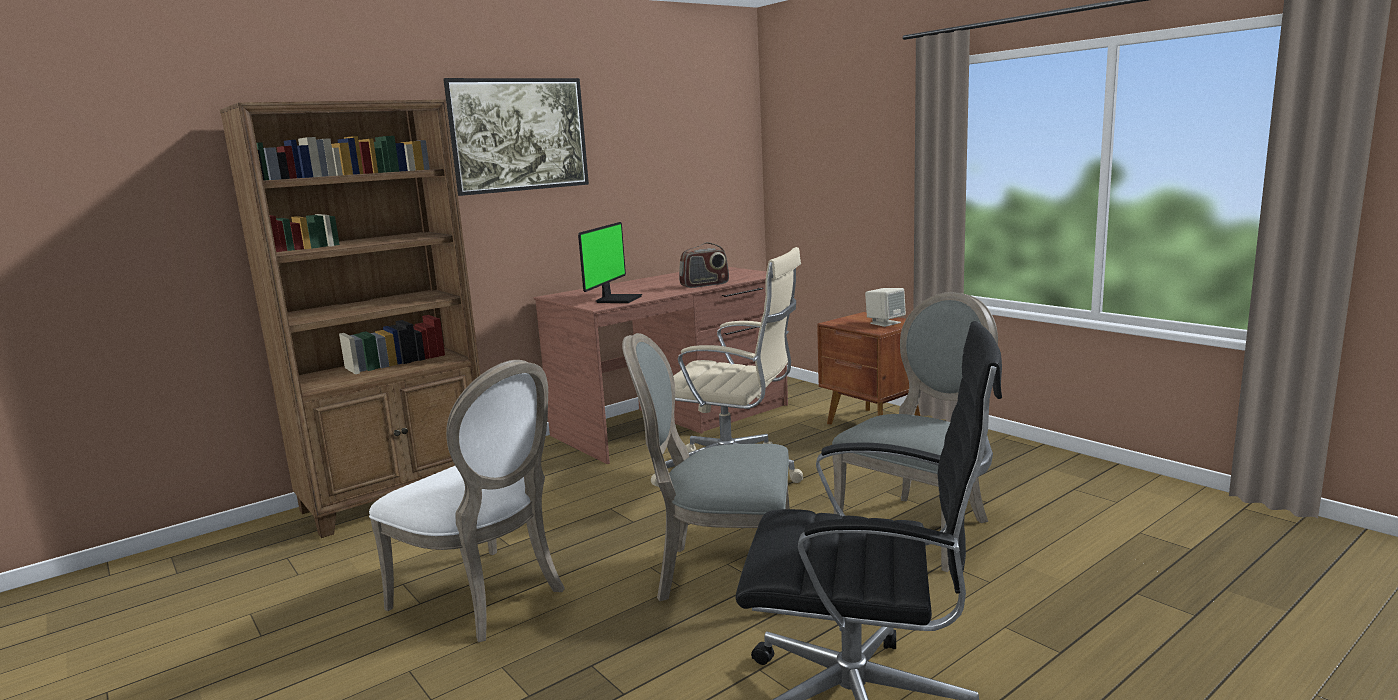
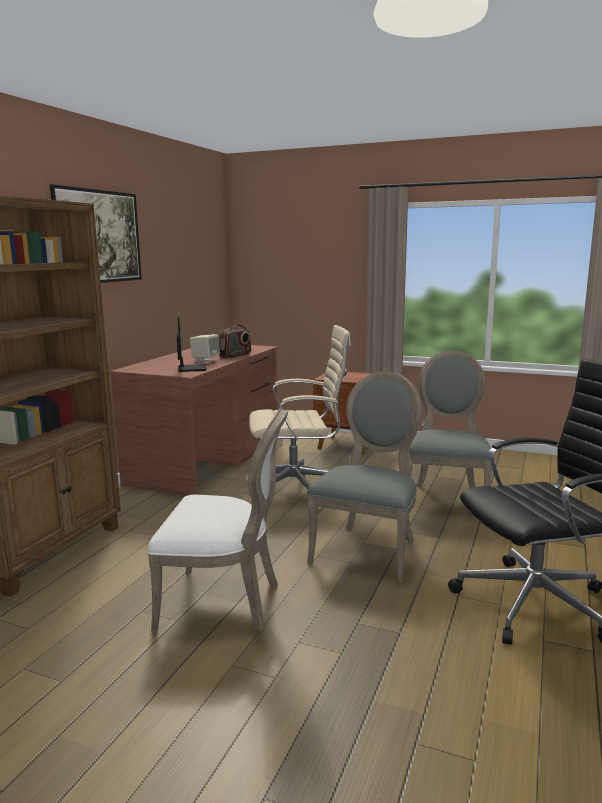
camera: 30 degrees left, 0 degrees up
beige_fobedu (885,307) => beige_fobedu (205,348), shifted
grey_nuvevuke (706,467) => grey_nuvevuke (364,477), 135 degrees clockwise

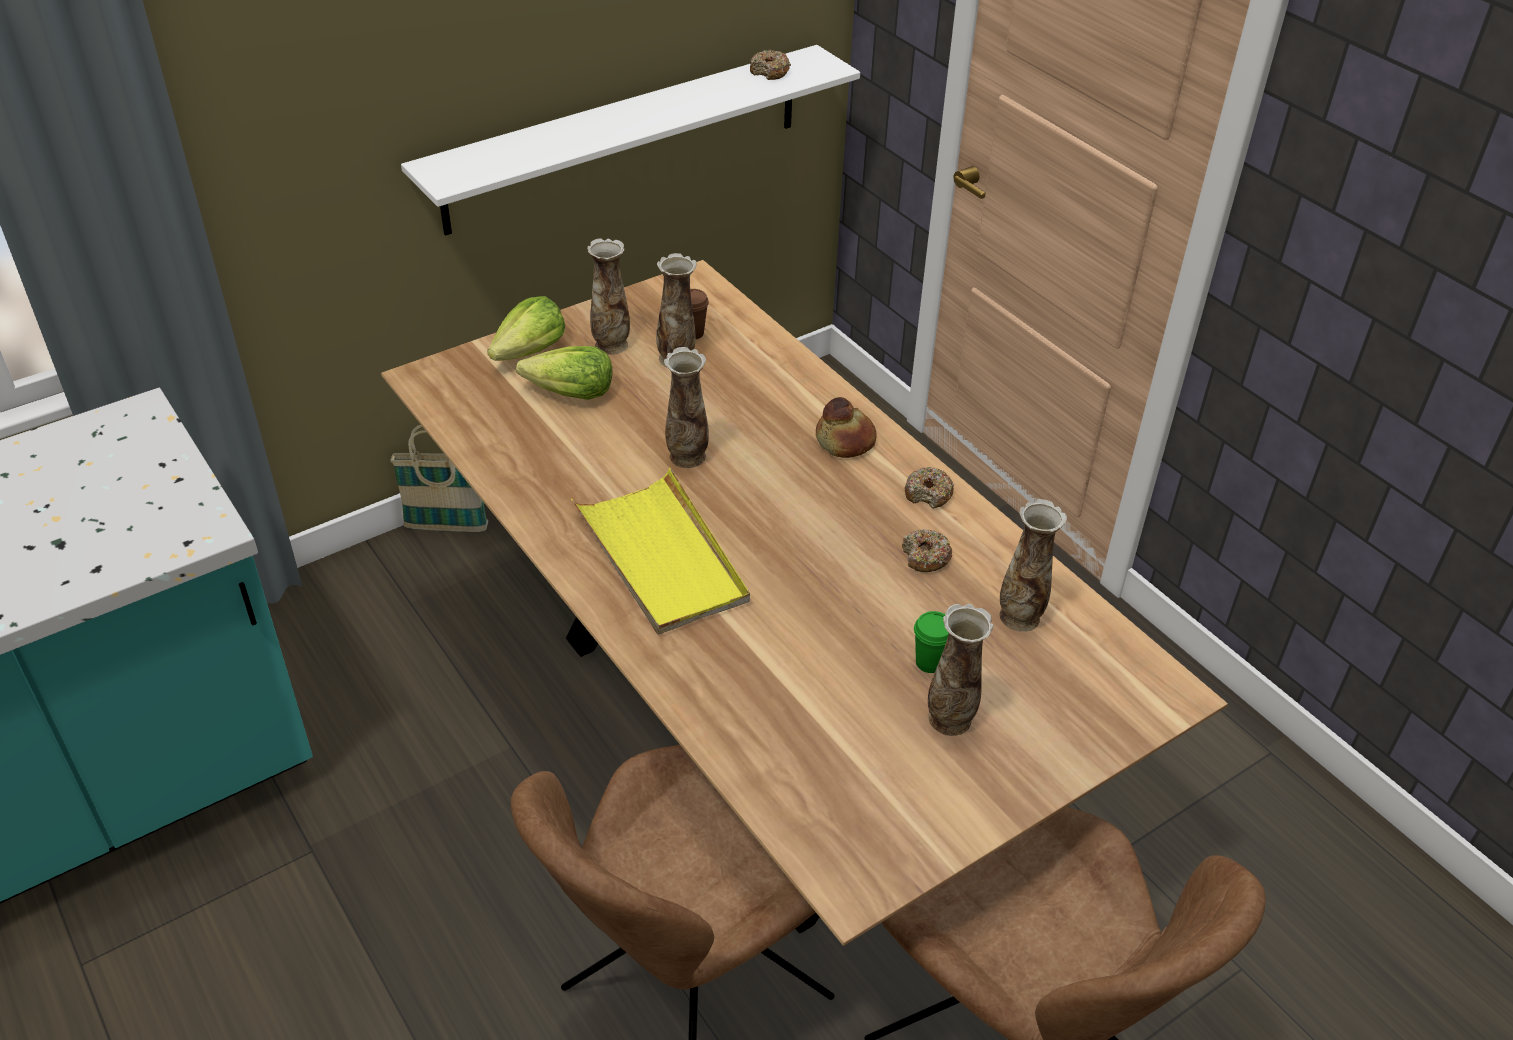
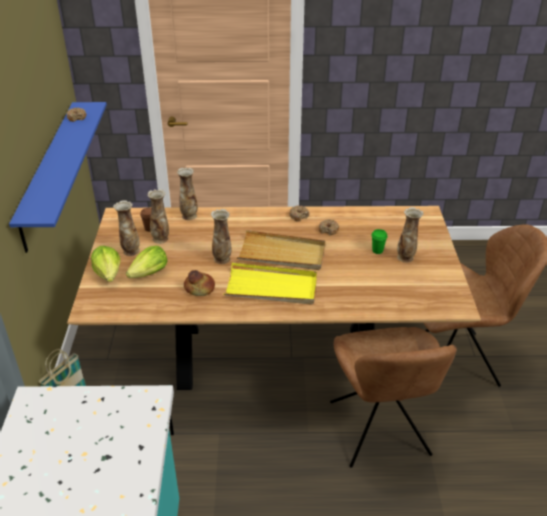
camera: 55 degrees left, 5 degrees down
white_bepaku (630,140) => blue_bepaku (58,177)
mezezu (1033,565) => mezezu (187,194), shifted
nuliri (846,427) => nuliri (199,283), shifted
nothing => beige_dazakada (281,250)

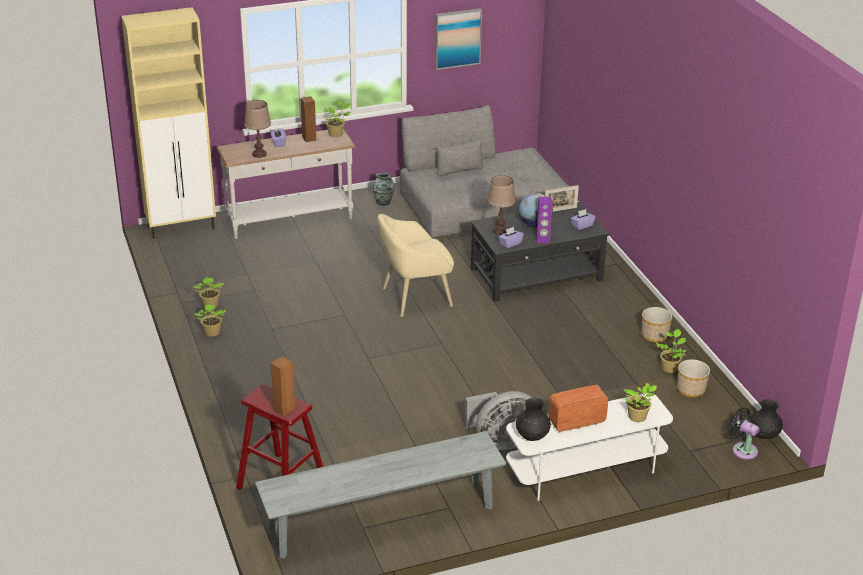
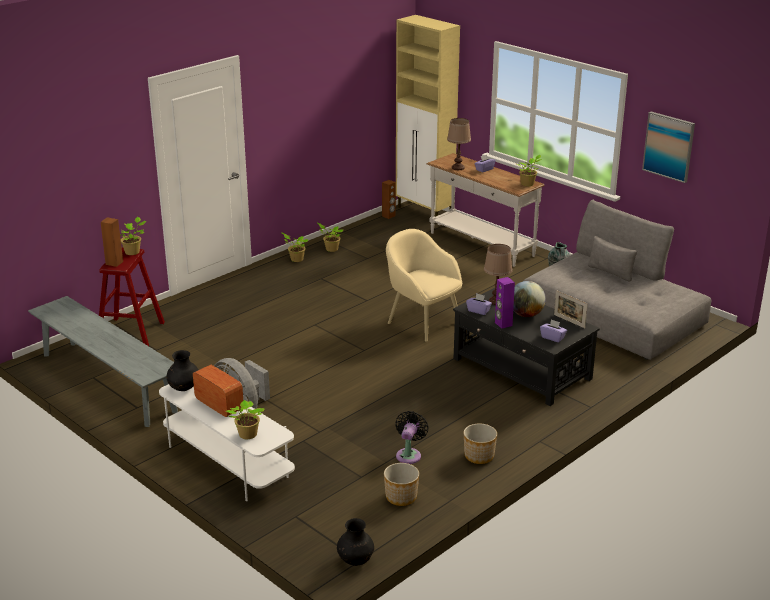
camera: 65 degrees right, 5 degrees down
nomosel (671,351) => nomosel (133,236), shifted
brown_fobedu (308,119) => brown_fobedu (389,199), shifted
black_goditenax (744,434) => black_goditenax (412,437), shifted

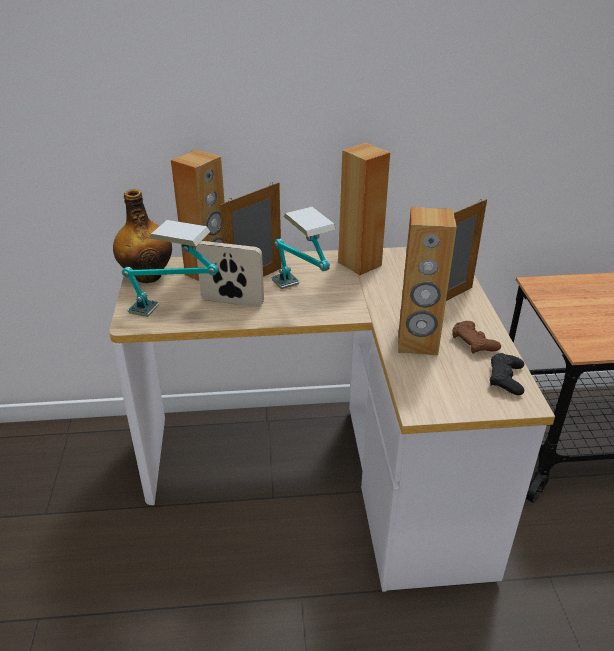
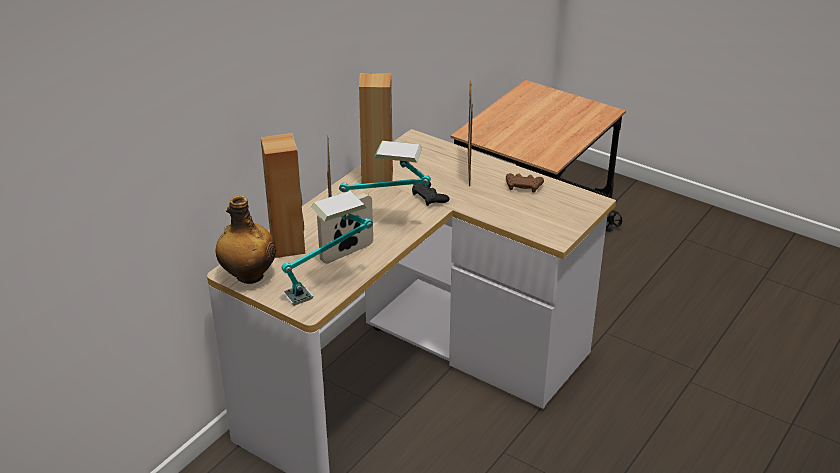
camera: 50 degrees left, 0 degrees up
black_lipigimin (507,374) => black_lipigimin (430,194), shifted
brown_fobedu (427,281) => nothing

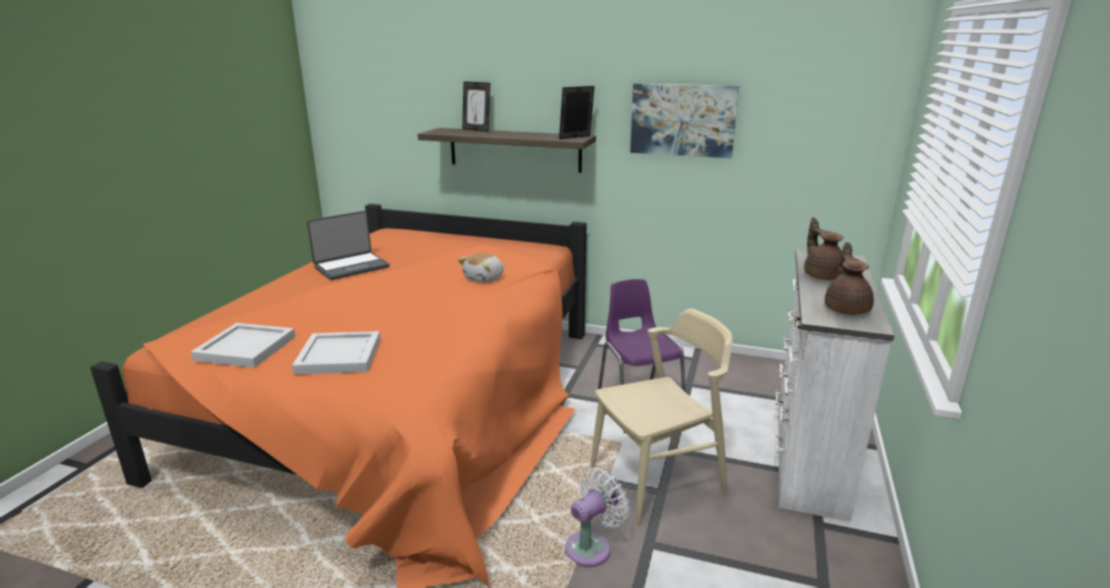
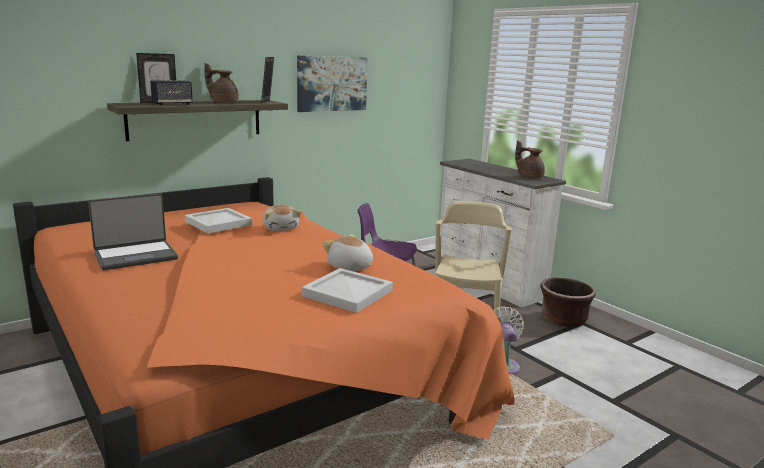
camera: 55 degrees left, 5 degrees down
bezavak (348,245) => bezavak (133,231), 60 degrees clockwise
nothing => fobedu (171,93)
white_dazakada (243,345) => white_dazakada (218,220), shifted
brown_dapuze (823,248) => brown_dapuze (222,83), shifted
nothing => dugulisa (347,252)
nothing => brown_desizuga (568,302)

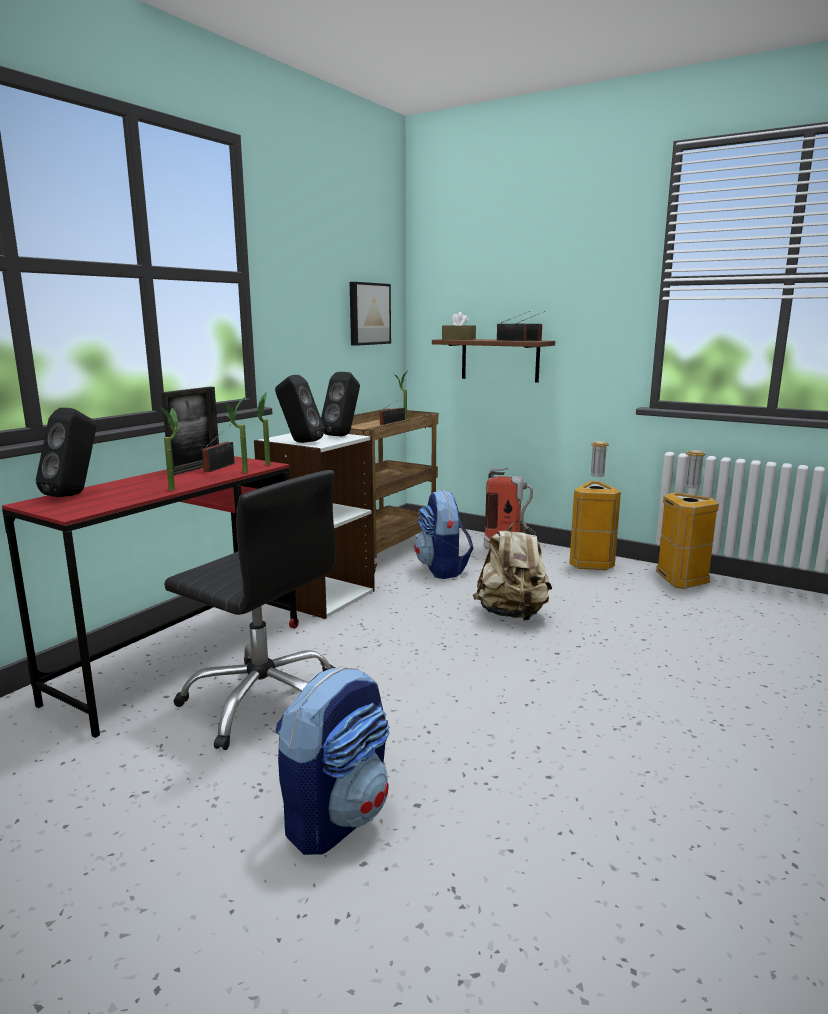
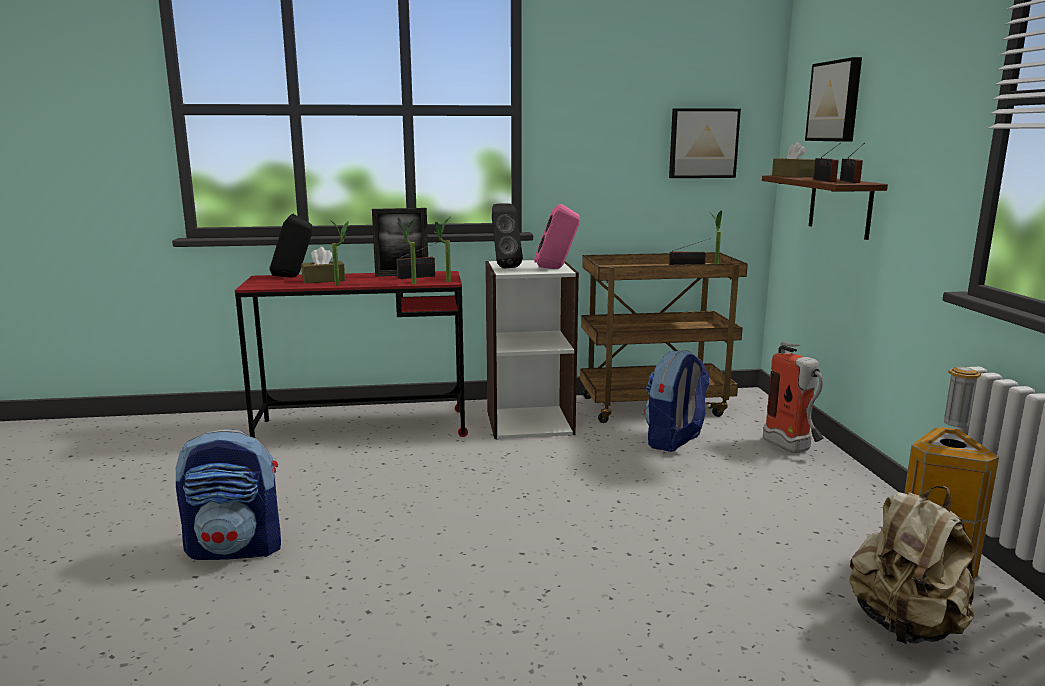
camera: 50 degrees right, 0 degrees up
nothing => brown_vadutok (323,265)
black_fobedu (340,404) => pink_fobedu (557,236)
nothing => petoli (833,99)
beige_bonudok (512,570) => beige_bonudok (912,565), shifted
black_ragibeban (249,610) => nothing
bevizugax (595,505) => nothing

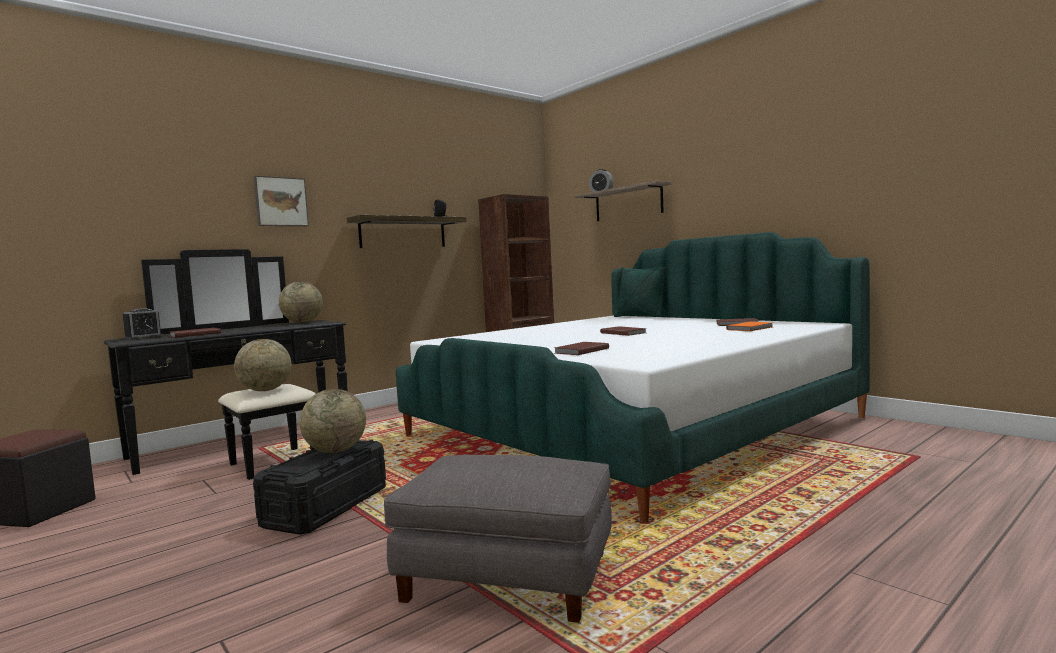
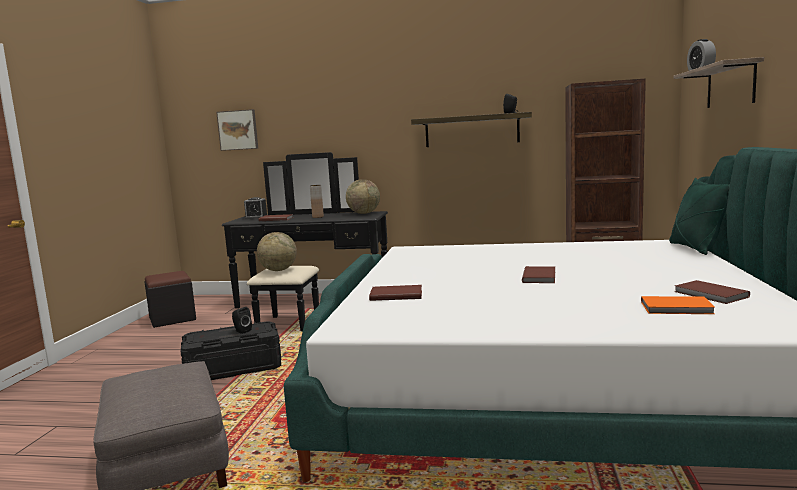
camera: 50 degrees right, 5 degrees up
petoli (281,201) => petoli (237,130), shifted
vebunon (333,421) => black_fobedu (242,320)
nothing => brown_mezezu (317,201)

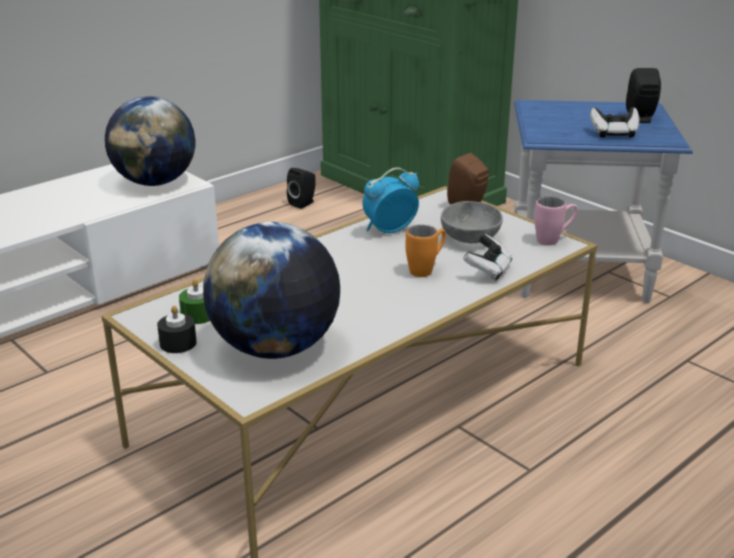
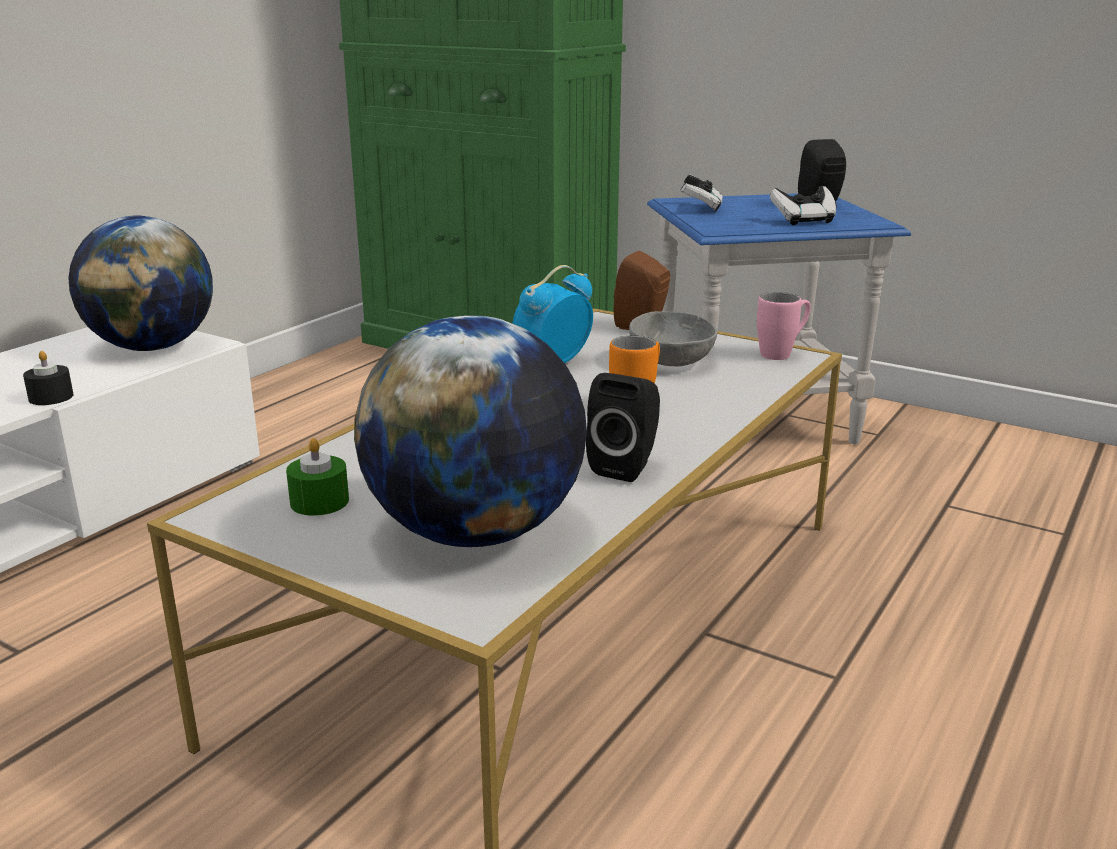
camera: 15 degrees left, 5 degrees down
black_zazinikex (177,329) => black_zazinikex (48,378), shifted
black_fobedu (301,188) => black_fobedu (623,427), shifted
lipigimin (488,257) => lipigimin (702,194), shifted

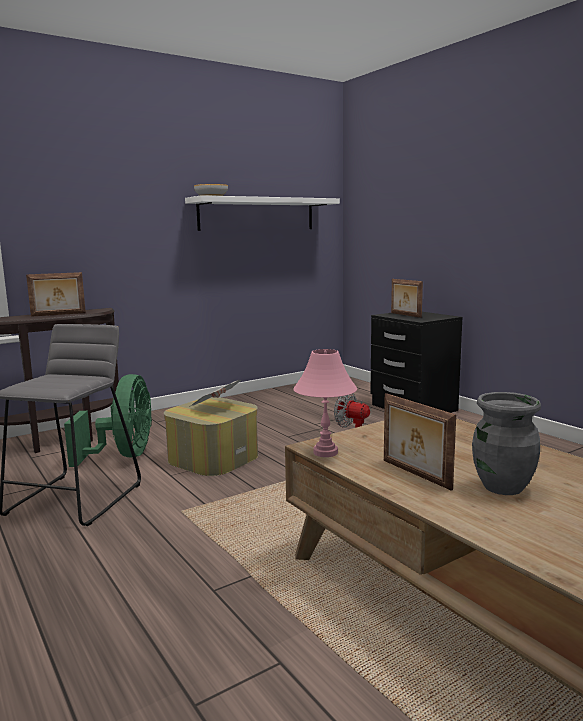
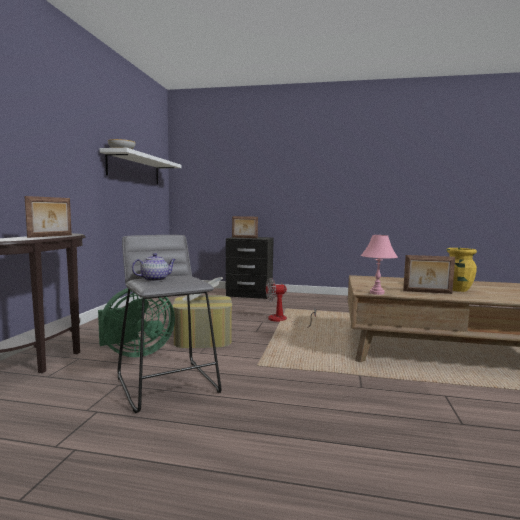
camera: 45 degrees left, 5 degrees down
green_goditenax (108,420) => green_goditenax (136,322), 105 degrees clockwise
nothing => dapuze (154,267)
grey_mezezu (506,443) => yellow_mezezu (462,270)

